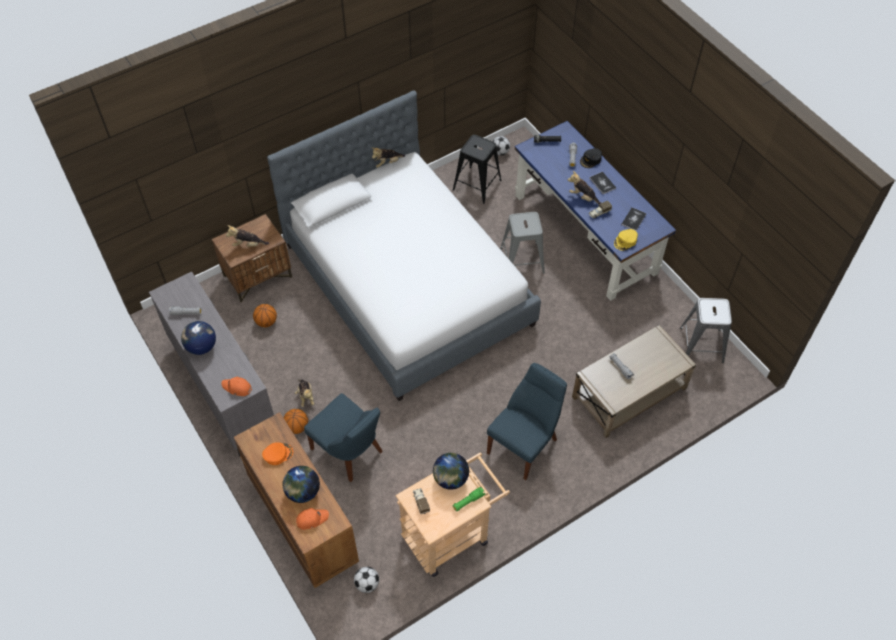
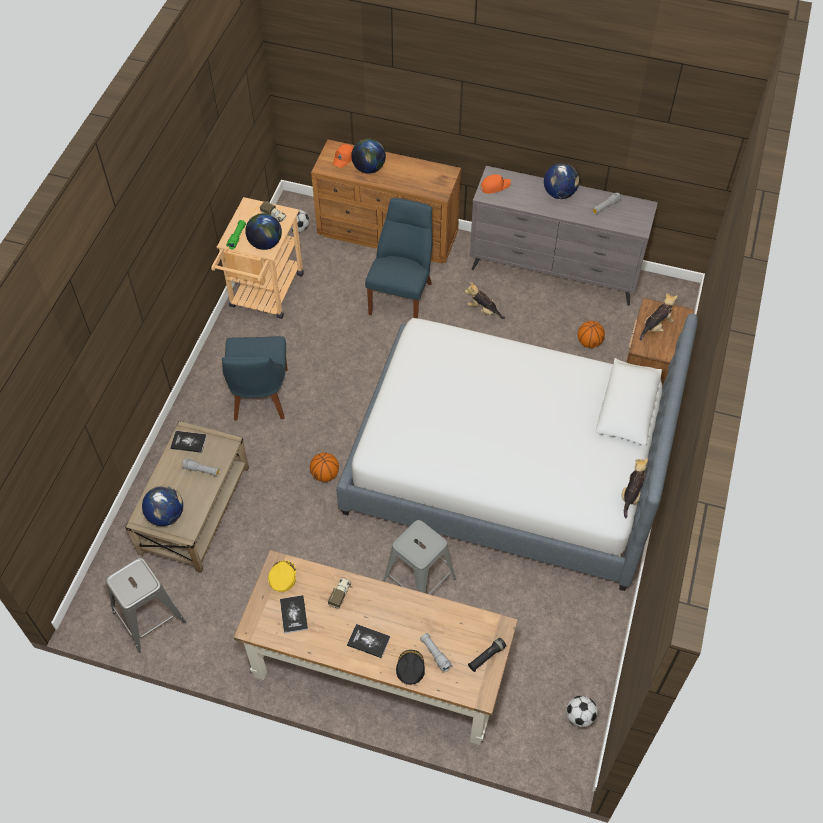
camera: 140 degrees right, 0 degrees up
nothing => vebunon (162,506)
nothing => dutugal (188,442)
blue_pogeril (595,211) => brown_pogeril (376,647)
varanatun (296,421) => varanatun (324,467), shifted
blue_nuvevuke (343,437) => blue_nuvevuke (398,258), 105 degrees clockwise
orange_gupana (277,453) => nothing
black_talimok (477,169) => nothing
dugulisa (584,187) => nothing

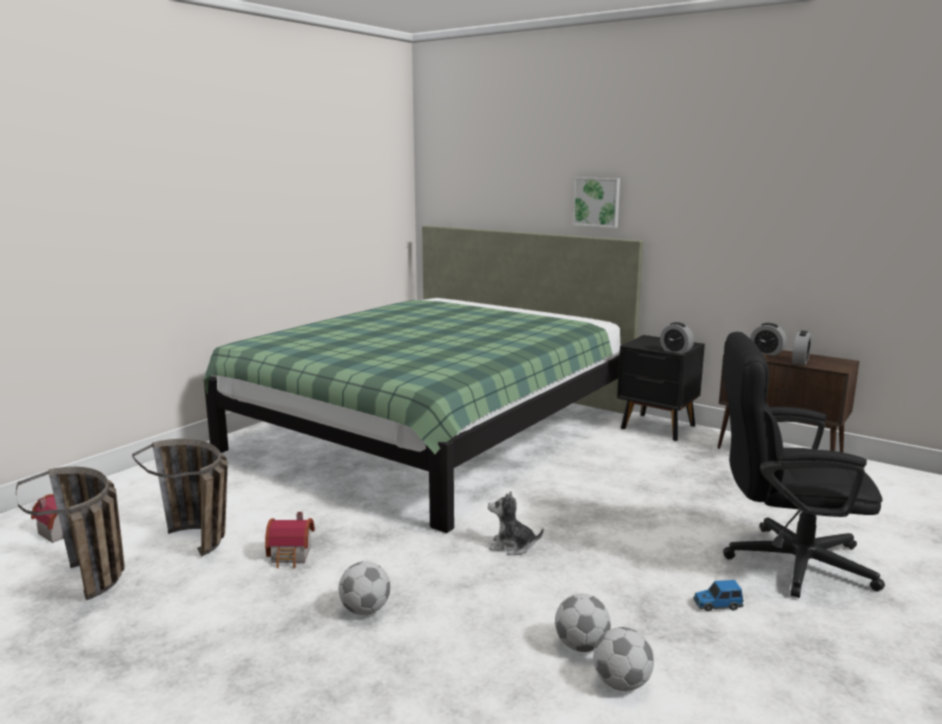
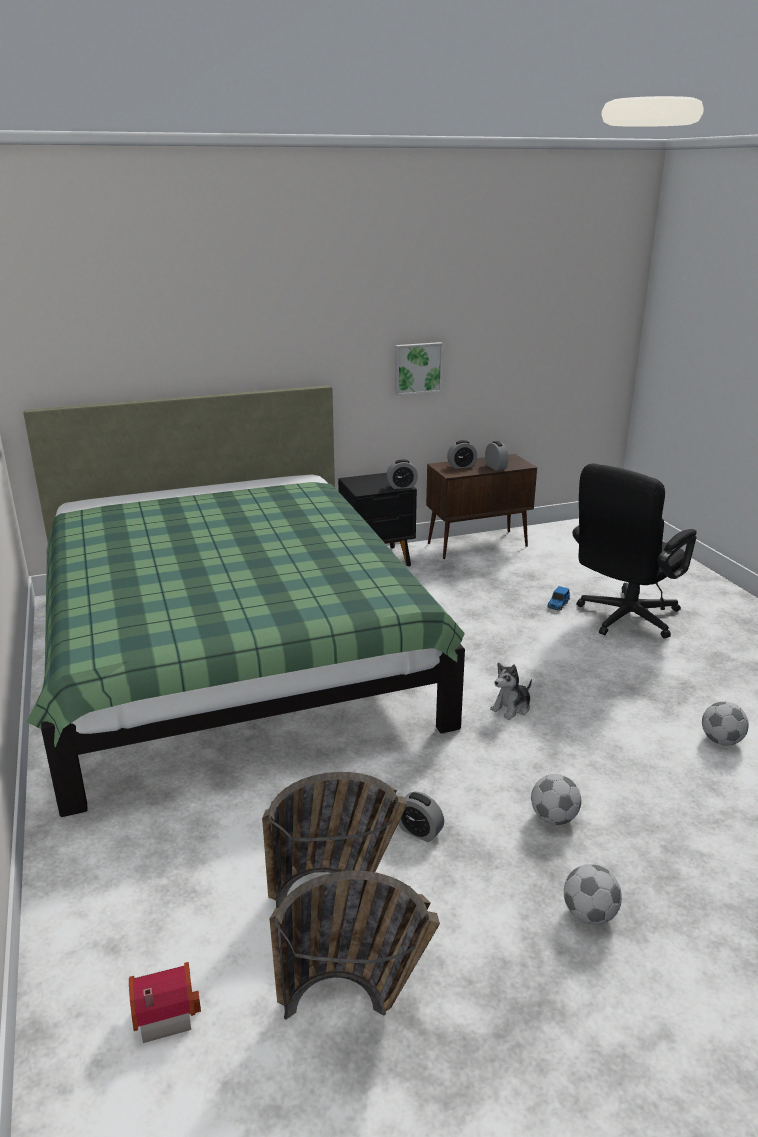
camera: 55 degrees left, 10 degrees up
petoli (596,202) => petoli (419,369), shifted
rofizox (290,540) => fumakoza (421,817)
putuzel (718,596) => putuzel (558,598), shifted
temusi (583,623) => temusi (593,894), shifted

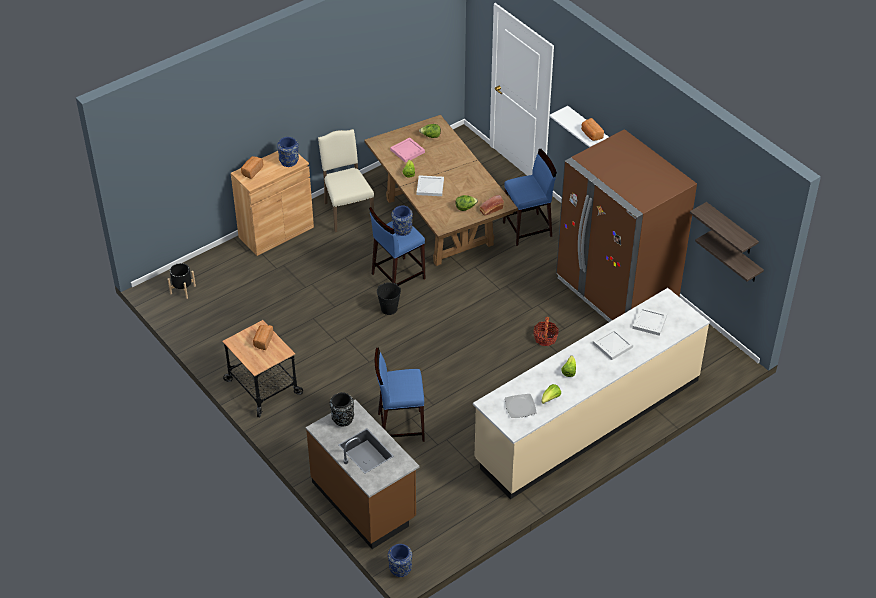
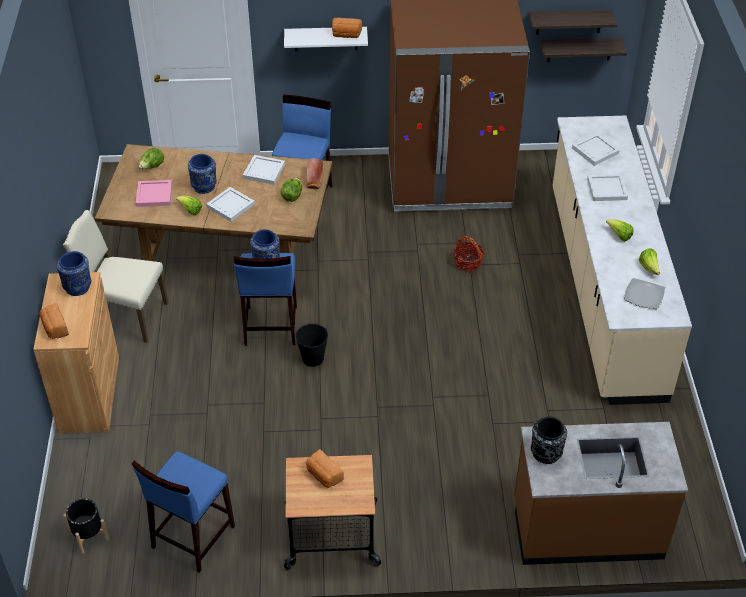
camera: 55 degrees left, 0 degrees up
blue_talimok (400,394) => blue_talimok (183,512), shifted
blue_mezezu (400,560) => blue_mezezu (202,174), shifted
nothing => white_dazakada (264,170)

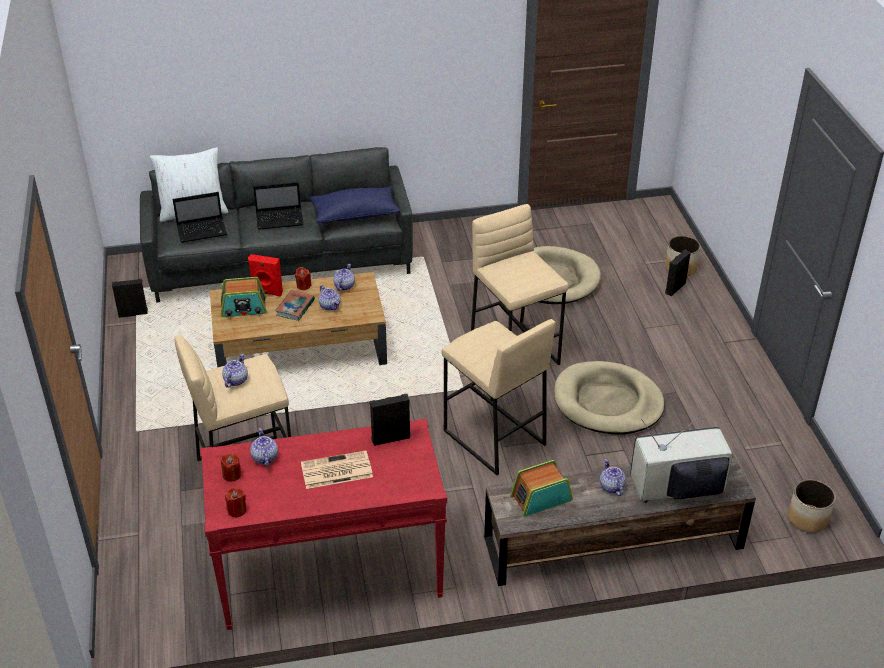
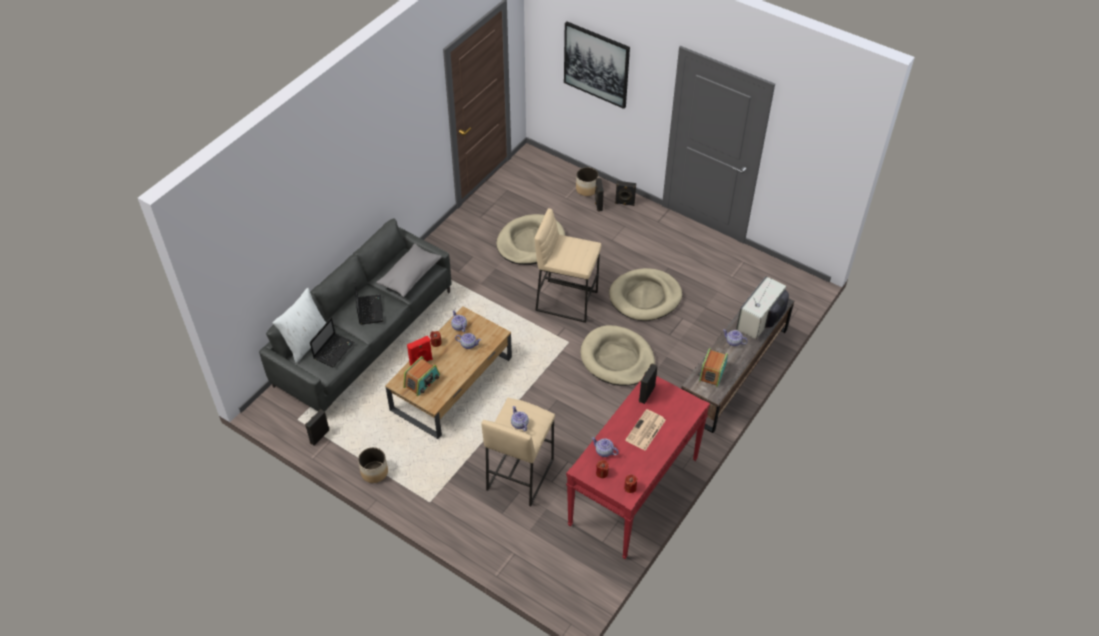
camera: 45 degrees left, 10 degrees up
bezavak (278,206) => bezavak (369,303), 45 degrees counterclockwise
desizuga (812,506) => desizuga (373,465), shifted
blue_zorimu (355,205) => grey_zorimu (409,270)
nothing => petoli (597,65)
beige_talimok (499,397) => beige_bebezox (617,355)
nothing => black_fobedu (625,193)
dutugal (295,305) => nothing

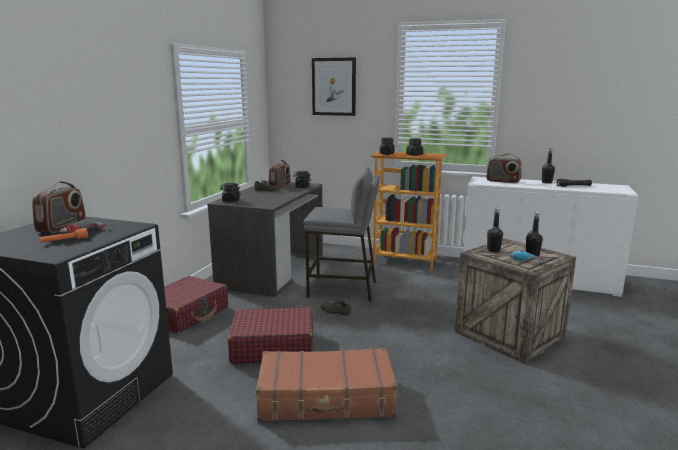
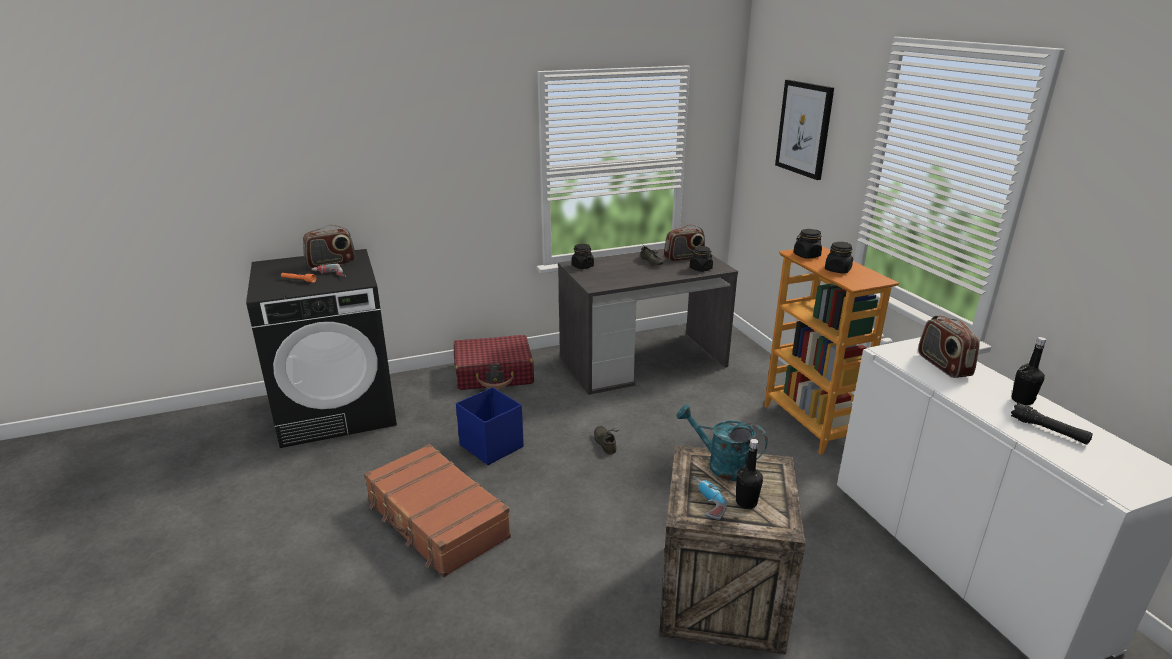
camera: 50 degrees right, 10 degrees up
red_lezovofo (270,335) => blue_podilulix (490,426)
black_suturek (495,230) => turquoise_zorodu (722,442)
grey_talimok (341,234) => nothing

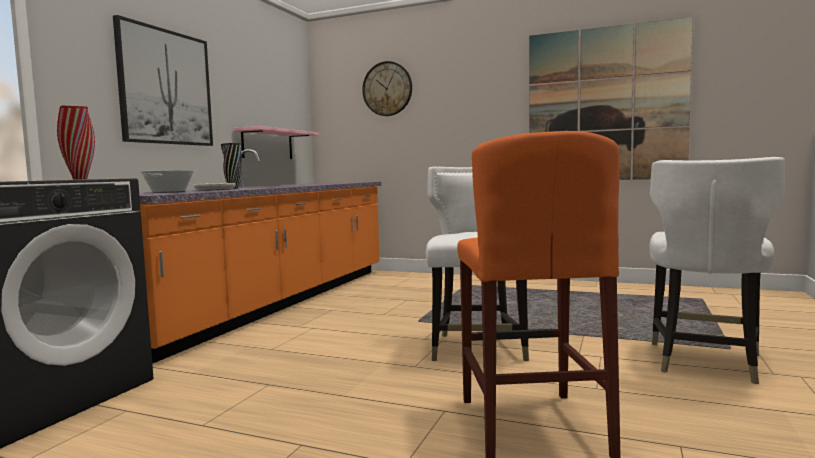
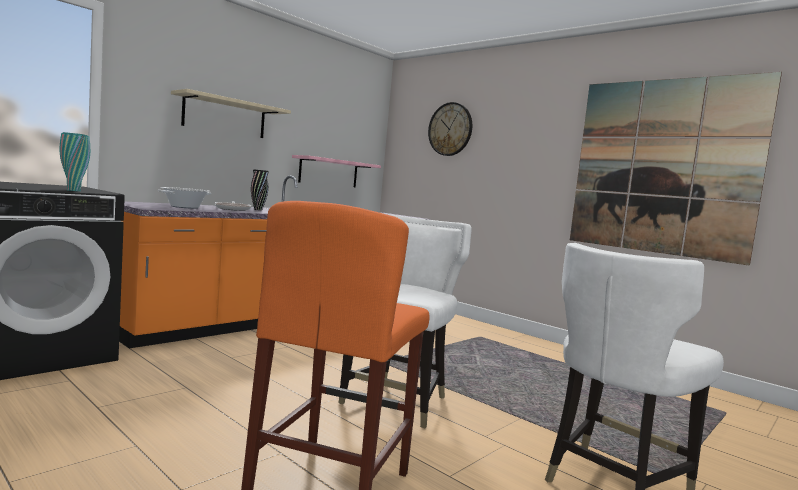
camera: 20 degrees right, 0 degrees up
red_mezezu (76,142) => turquoise_mezezu (75,161)
petoli (163,80) => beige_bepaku (231,113)

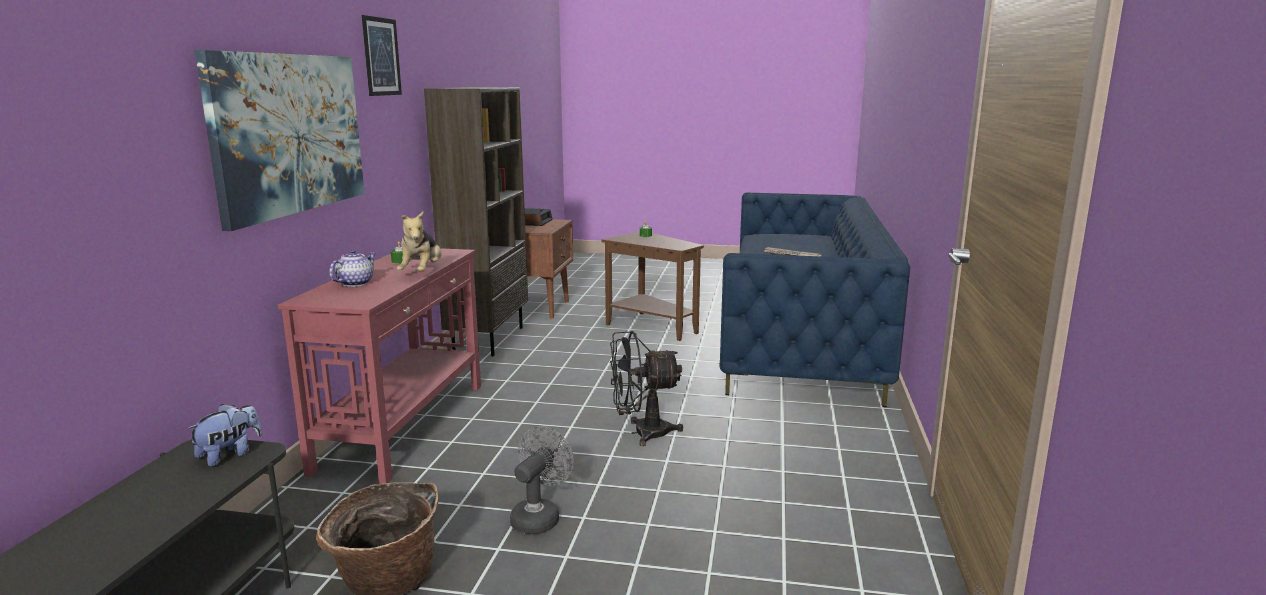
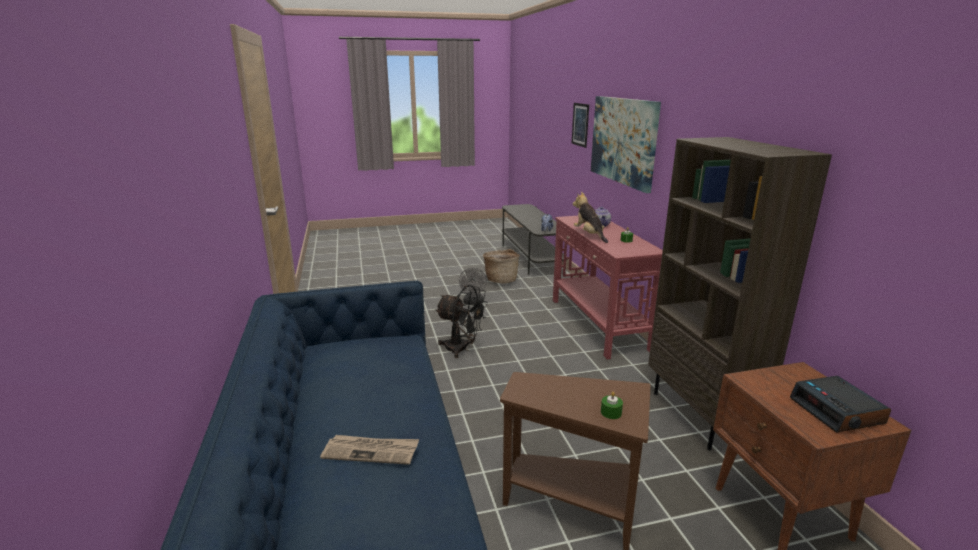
camera: 155 degrees right, 5 degrees up
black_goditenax (646,388) => black_goditenax (461,321), 60 degrees clockwise
petoli (382,55) => petoli (580,125), shifted

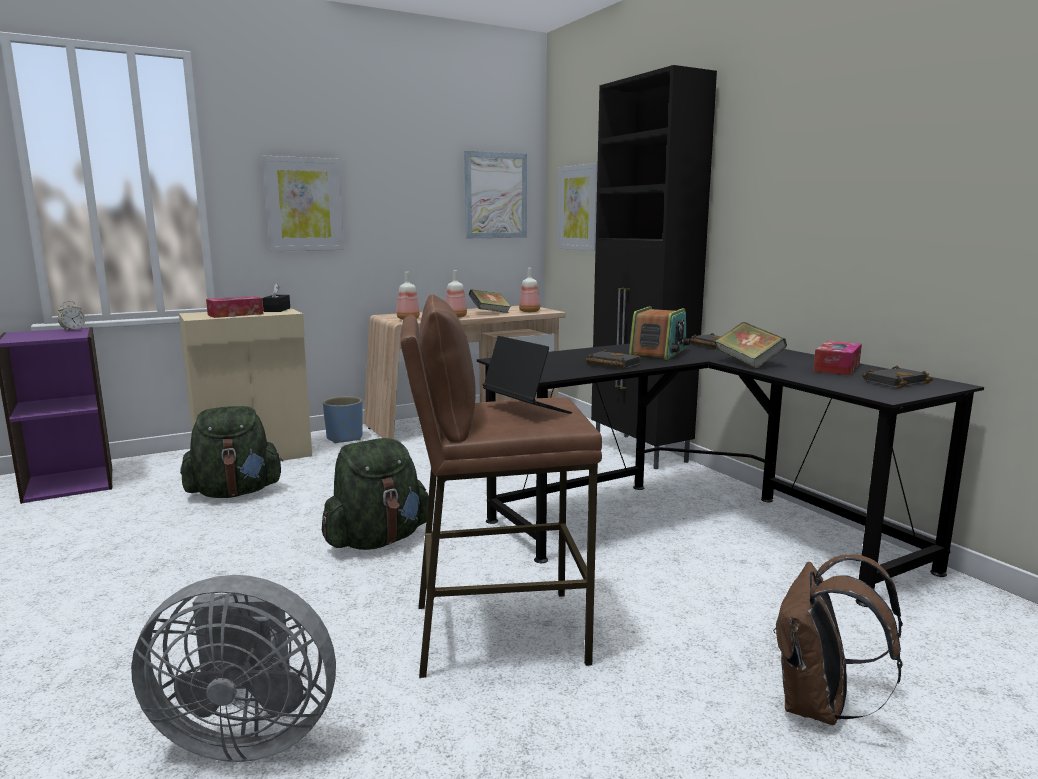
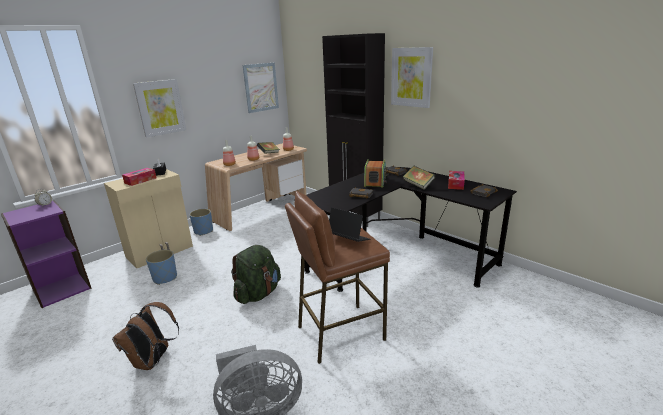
camera: 15 degrees left, 10 degrees up
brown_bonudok (838,639) => brown_bonudok (145,336), shifted
green_bonudok (231,452) => blue_desizuga (161,267)
petoli (577,207) => petoli (412,77), shifted

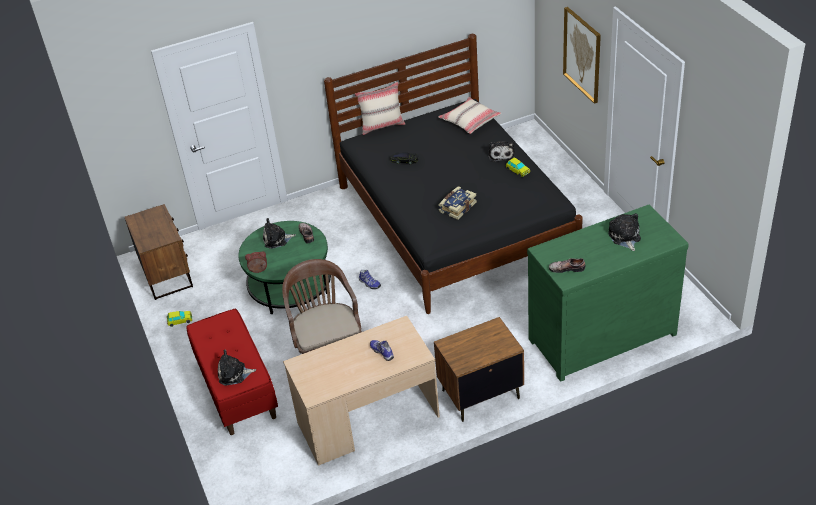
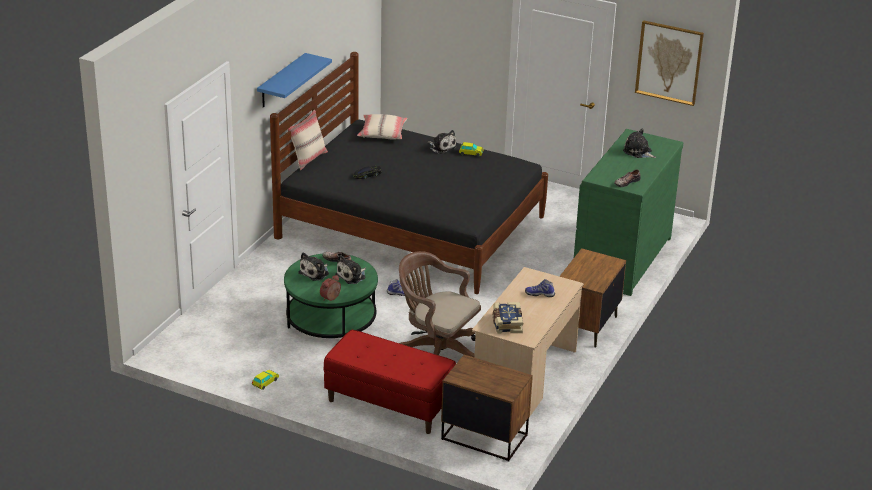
camera: 45 degrees left, 10 degrees down
nothing => blue_bepaku (294,80)
dugulisa (237,367) => dugulisa (350,269), shifted
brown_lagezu (159,252) => brown_lagezu (487,408), shifted
dutugal (458,203) => dutugal (508,318), shifted
petoli (582,55) => petoli (669,63), shifted

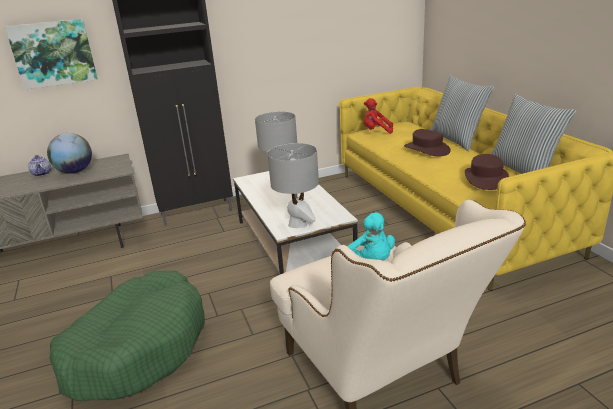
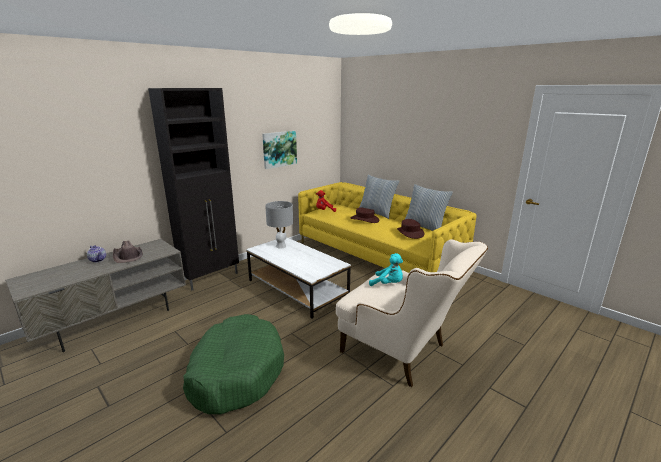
camera: 25 degrees left, 5 degrees down
vebunon (69,153) => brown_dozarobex (128,251)
petoli (51,54) => petoli (279,150), shifted
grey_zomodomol (293,185) => nothing

